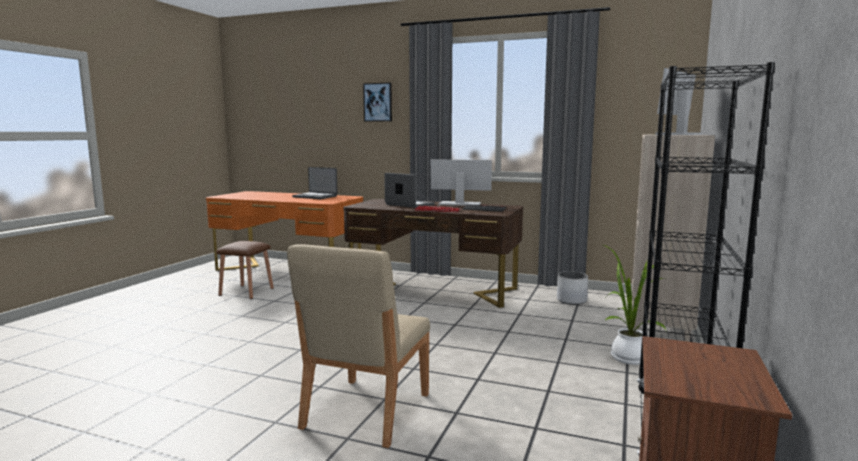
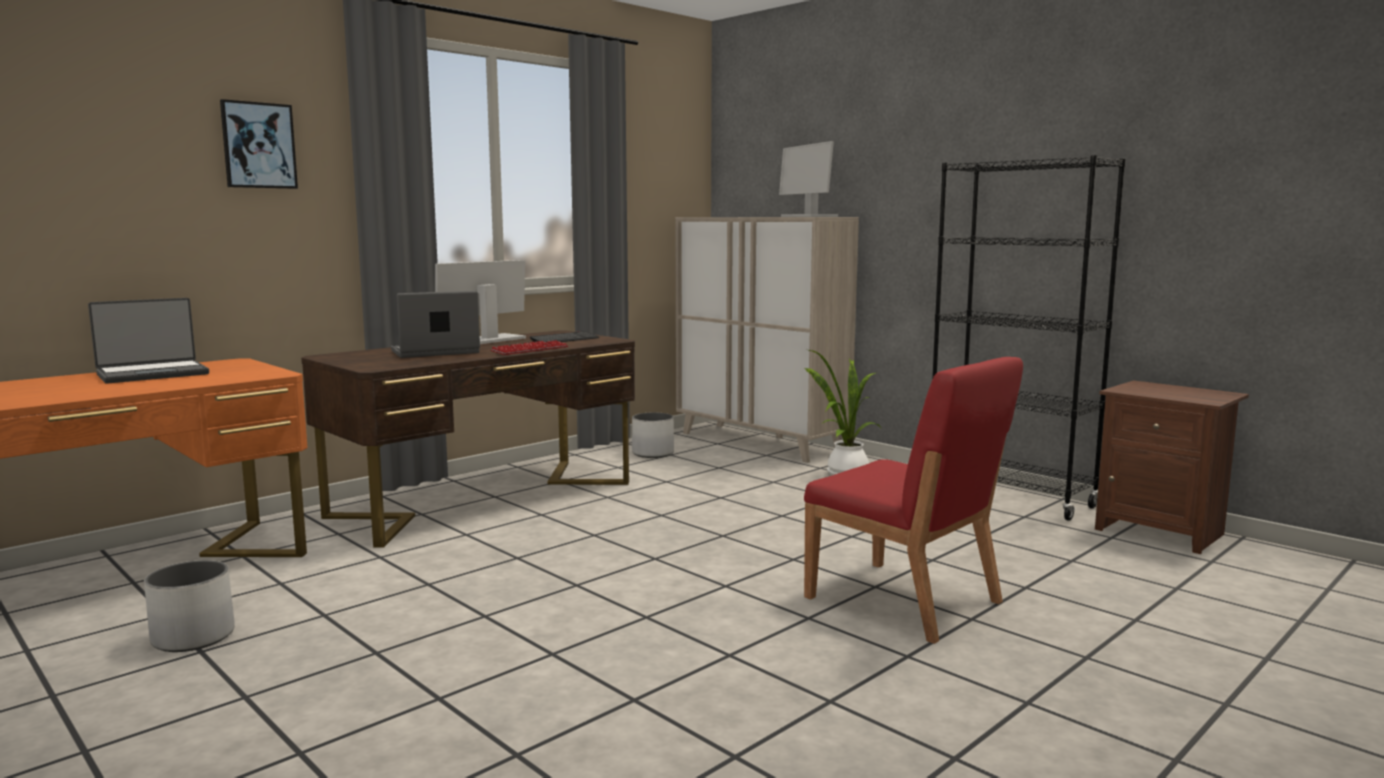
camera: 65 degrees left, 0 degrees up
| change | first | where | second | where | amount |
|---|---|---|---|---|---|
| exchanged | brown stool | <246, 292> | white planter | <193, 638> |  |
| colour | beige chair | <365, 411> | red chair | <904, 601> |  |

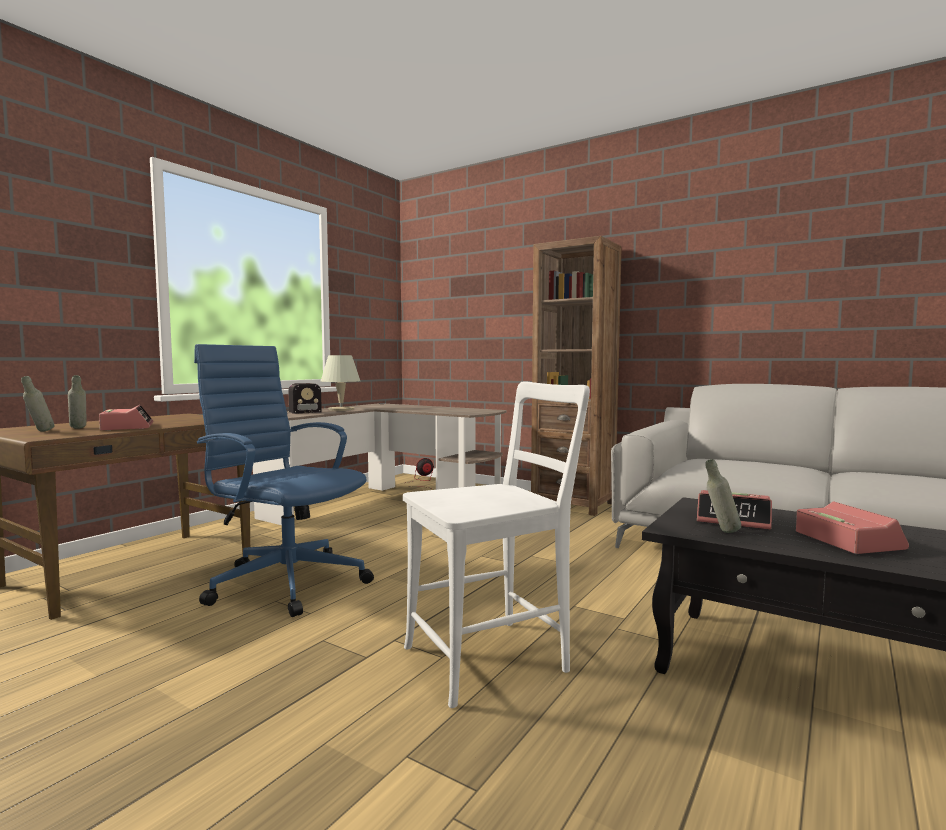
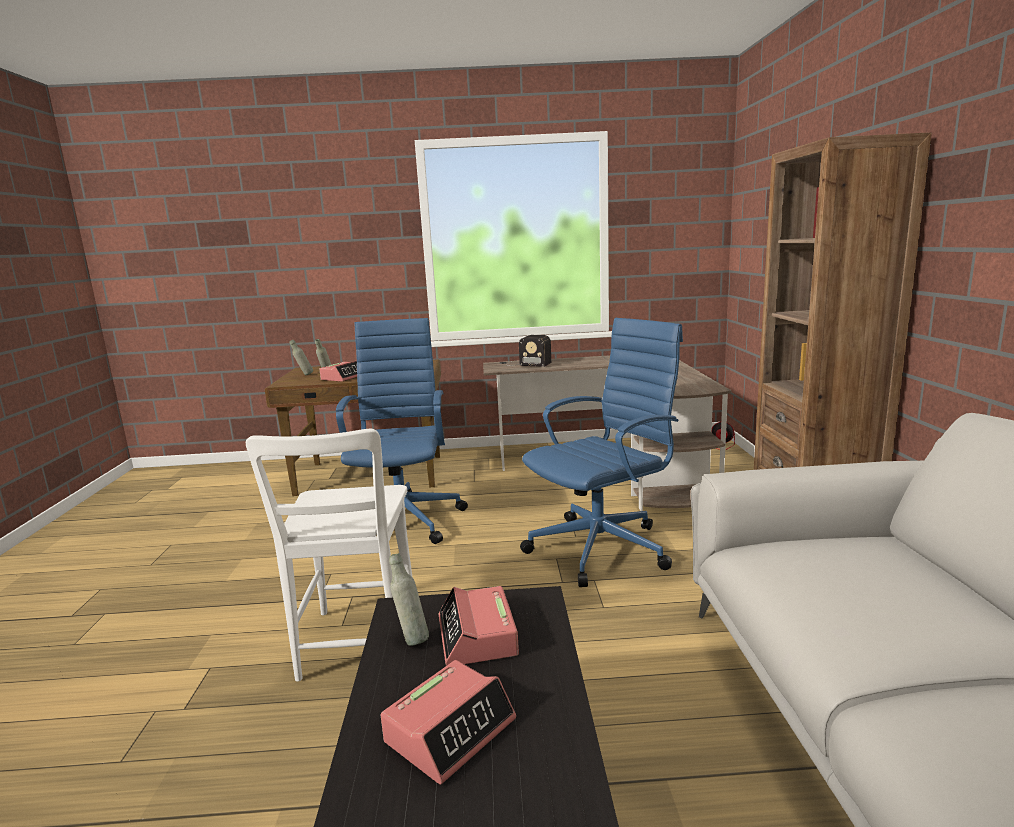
camera: 55 degrees right, 10 degrees up
| change | first | where | second | where | amount |
|---|---|---|---|---|---|
| missing | beige table lamp | <341, 409> |  |  |  |
| spun | white chair | <493, 657> |  | <358, 646> | 60 degrees clockwise |
| appeared |  |  | blue office chair | <603, 547> |  |

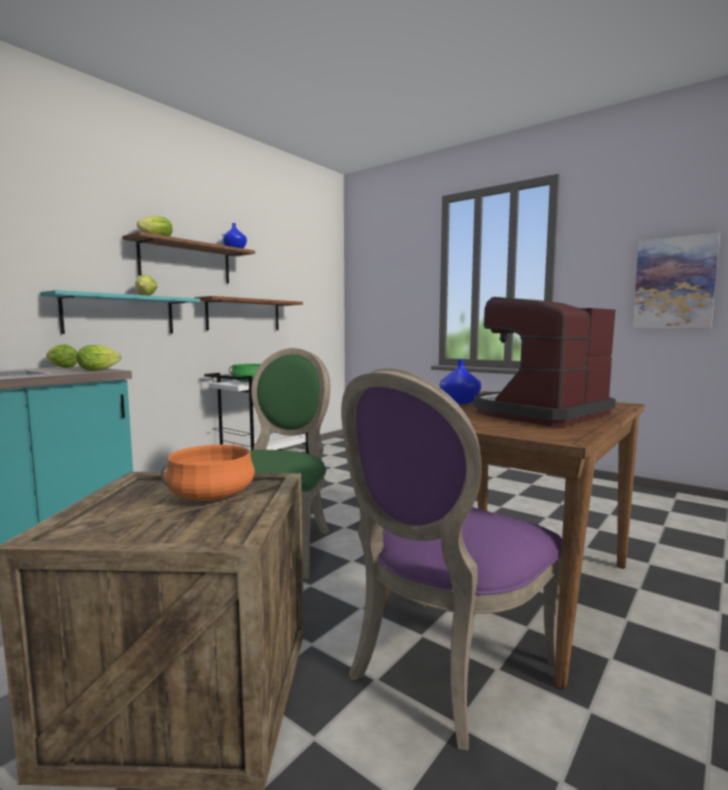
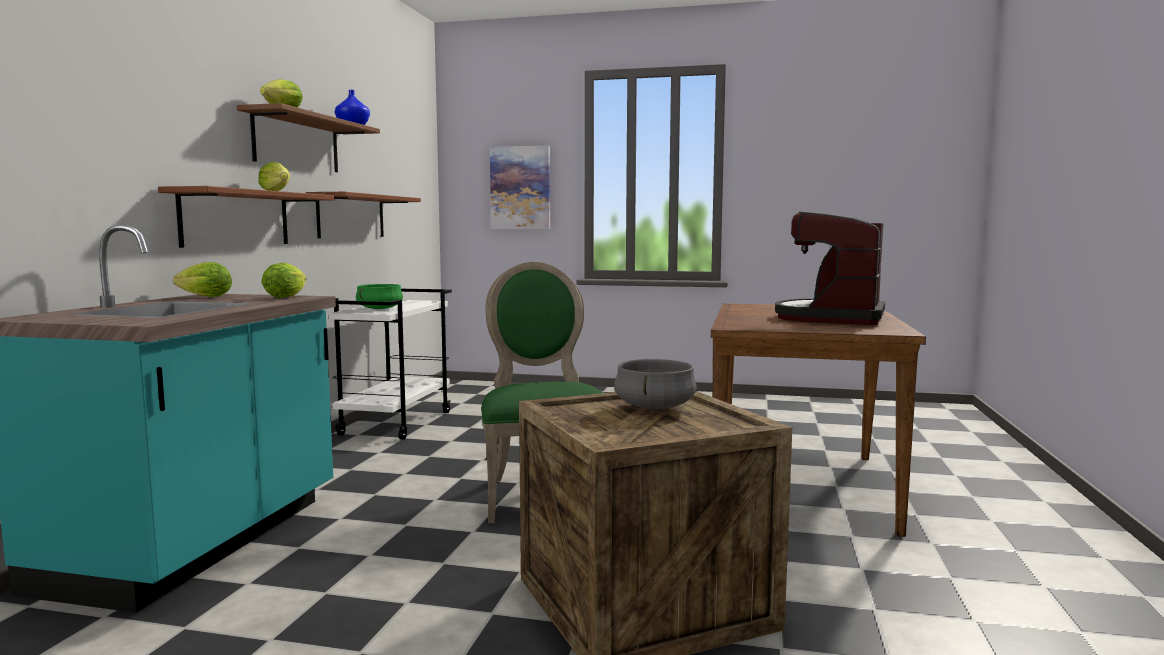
camera: 25 degrees left, 0 degrees up
| change | first | where | second | where | amount |
|---|---|---|---|---|---|
| colour | turquoise shelf | <120, 315> | brown shelf | <236, 218> |  |
| colour | orange cooking pot | <211, 496> | grey cooking pot | <654, 407> |  |
| missing | purple chair | <442, 669> |  |  |  |
| missing | blue vase | <460, 402> |  |  |  |
| relocated | picture | <674, 283> |  | <520, 188> |  |

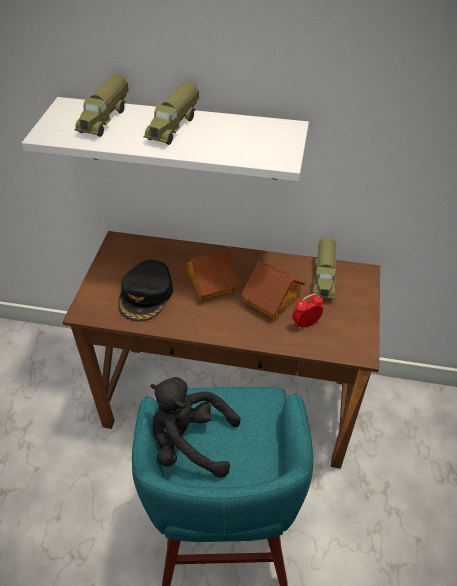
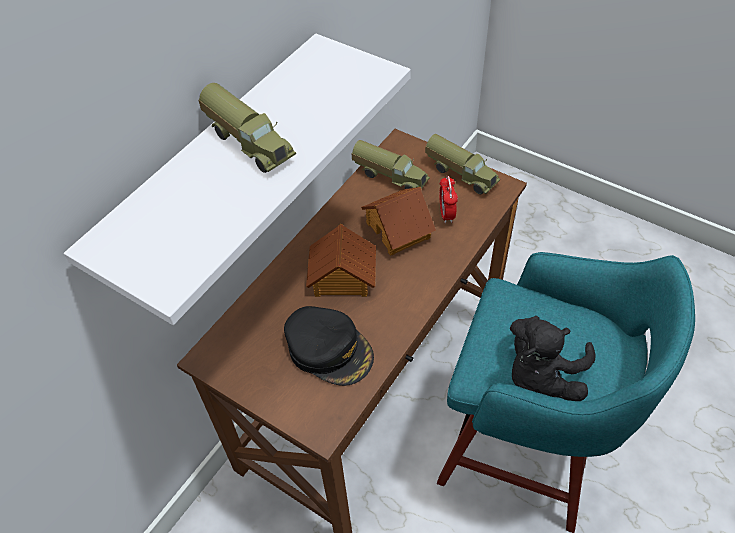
camera: 65 degrees left, 5 degrees up
| change | first | where | second | where | amount |
|---|---|---|---|---|---|
| relocated | toy truck | <105, 119> |  | <461, 174> |  |

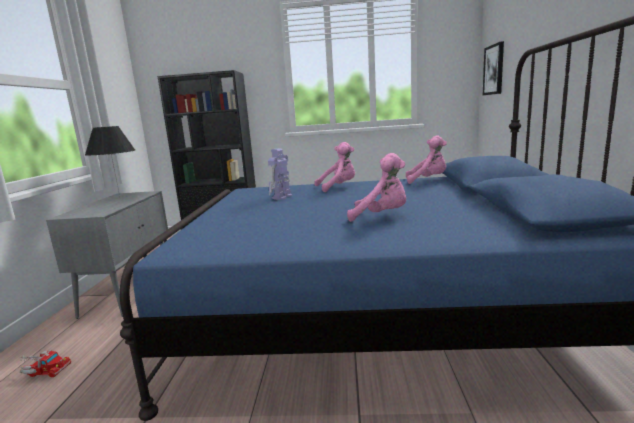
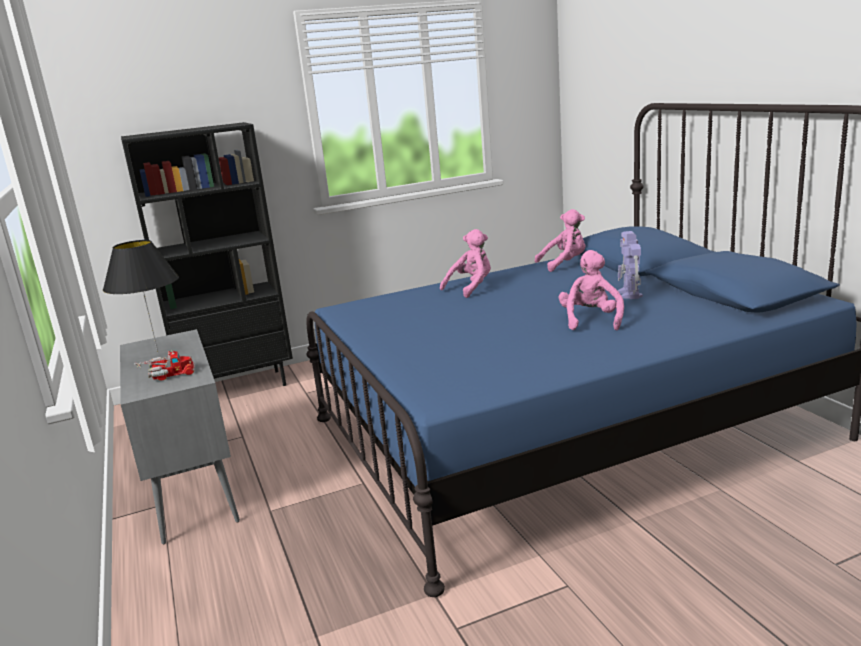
camera: 25 degrees left, 5 degrees up
| change | first | where | second | where | amount |
|---|---|---|---|---|---|
| relocated | toy truck | <44, 369> |  | <167, 375> |  |
| relocated | toy robot | <281, 197> |  | <630, 294> |  |
| spun | pink plush toy | <381, 216> |  | <591, 320> | 75 degrees counterclockwise |
| missing | picture | <494, 70> |  |  |  |

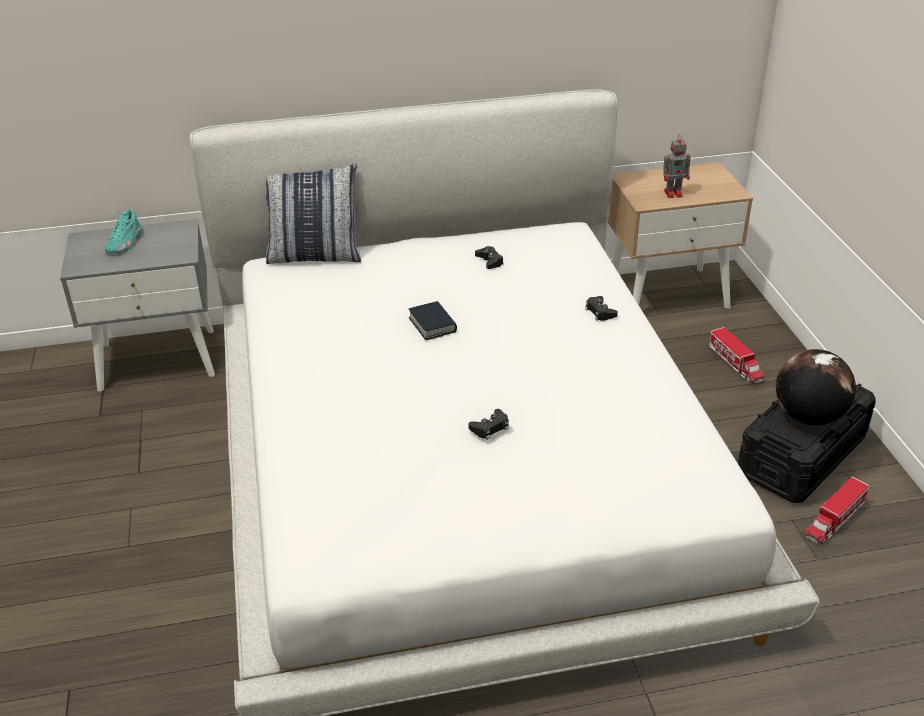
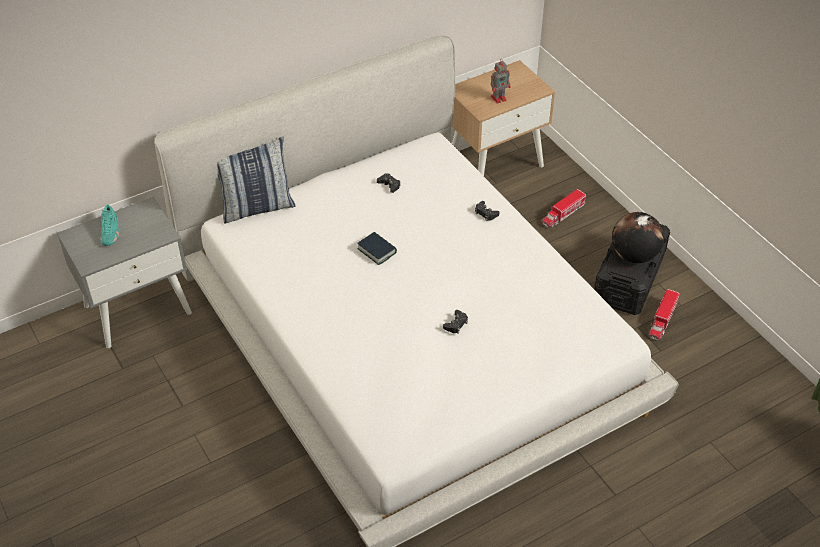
camera: 20 degrees left, 10 degrees up
| change | first | where | second | where | amount |
|---|---|---|---|---|---|
| spun | toy truck | <735, 363> |  | <563, 214> | 90 degrees clockwise |

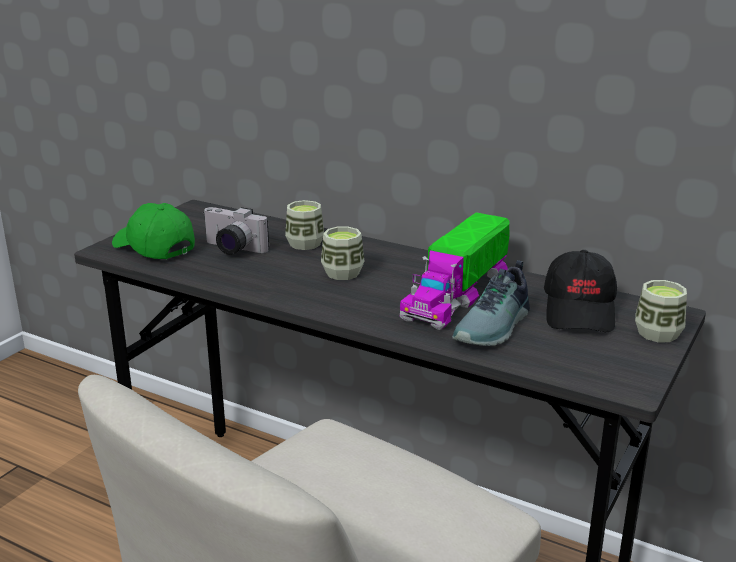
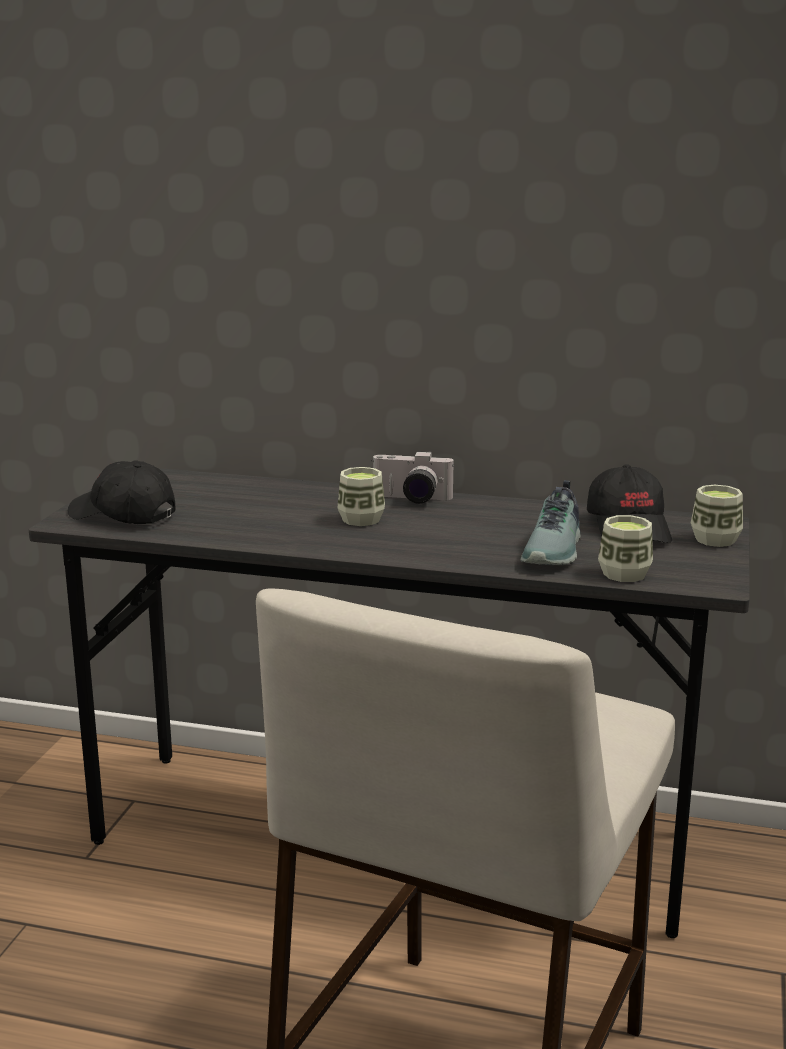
camera: 15 degrees left, 5 degrees down
| change | first | where | second | where | amount |
|---|---|---|---|---|---|
| colour | green cap | <153, 247> | black cap | <122, 515> |  |
| relocated | photo camera | <231, 249> |  | <411, 500> |  |
| relocated | cup | <305, 244> |  | <624, 574> |  |
| missing | toy truck | <457, 294> |  |  |  |

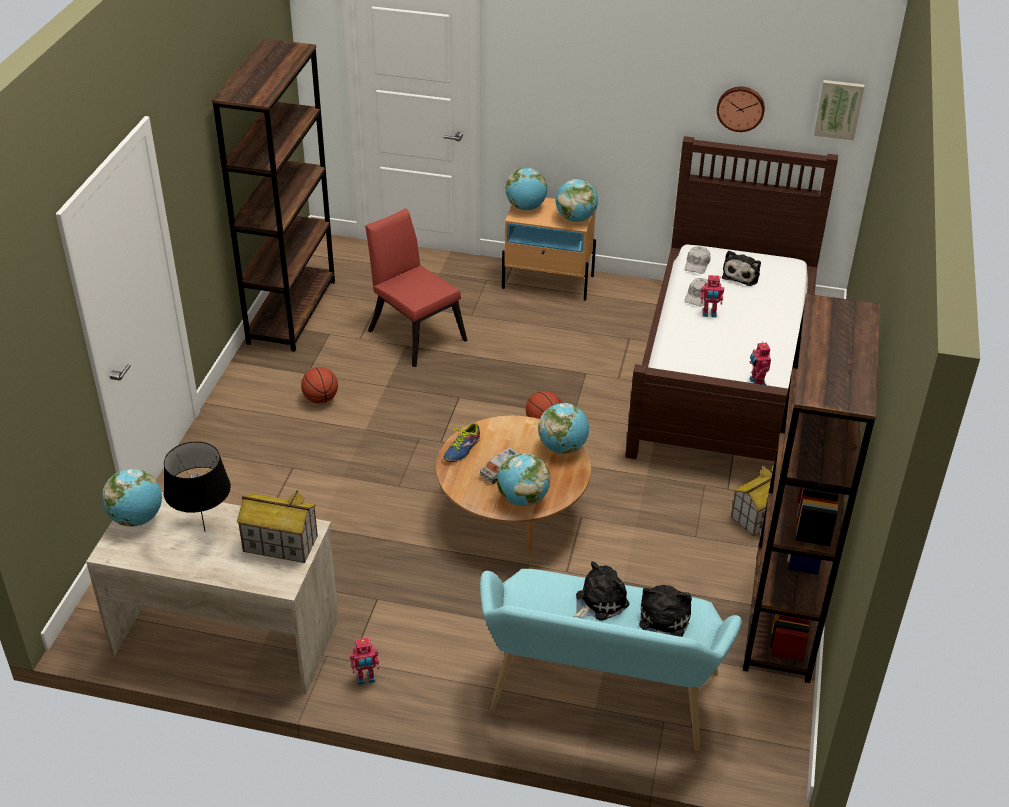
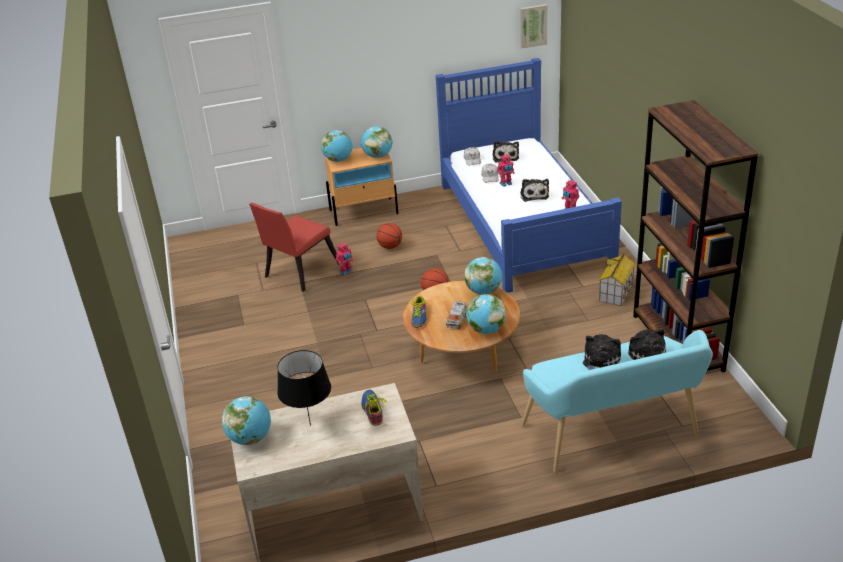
camera: 25 degrees left, 5 degrees down
| change | first | where | second | where | amount |
|---|---|---|---|---|---|
| missing | brown bookcase | <292, 311> |  |  |  |
| exchanged | toy house | <279, 544> | shoe | <372, 410> |  |
| relocated | basketball | <320, 399> |  | <390, 246> |  |
| relocated | toy robot | <366, 679> |  | <346, 271> |  |
| spun | red chair | <414, 332> |  | <299, 272> | 75 degrees counterclockwise |
| colour | brown bed | <724, 373> | blue bed | <522, 224> |  |
| missing | wall clock | <740, 108> |  |  |  |
| appeared |  |  | plush toy | <534, 195> |  |

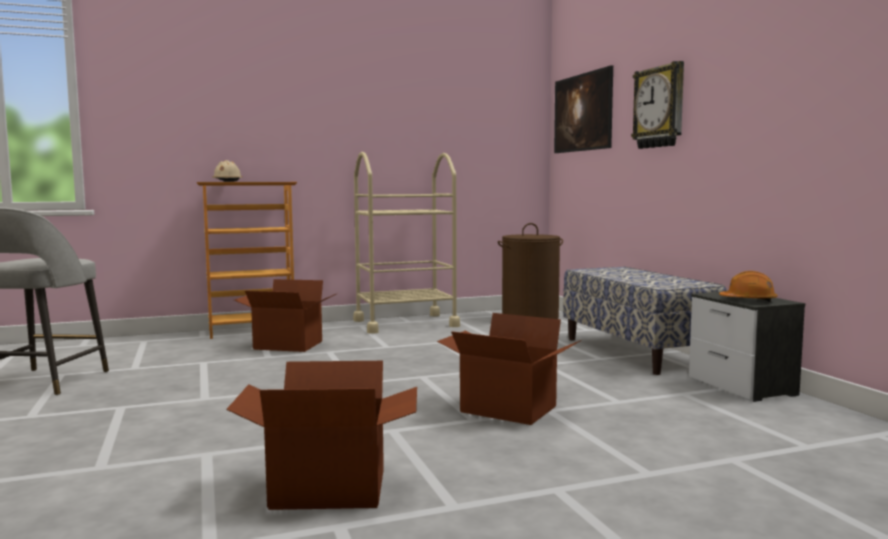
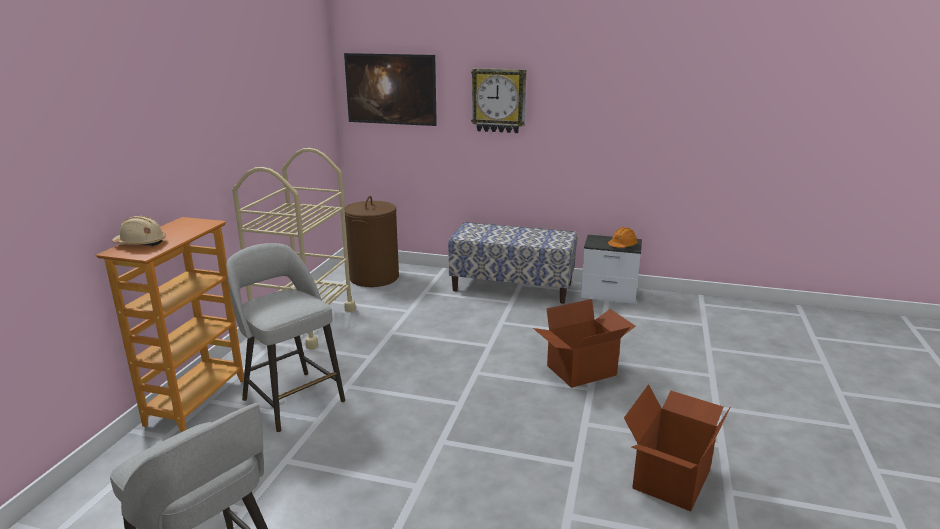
camera: 55 degrees left, 15 degrees up
| change | first | where | second | where | amount |
|---|---|---|---|---|---|
| exchanged | cardboard box | <287, 345> | grey stool | <292, 399> |  |

